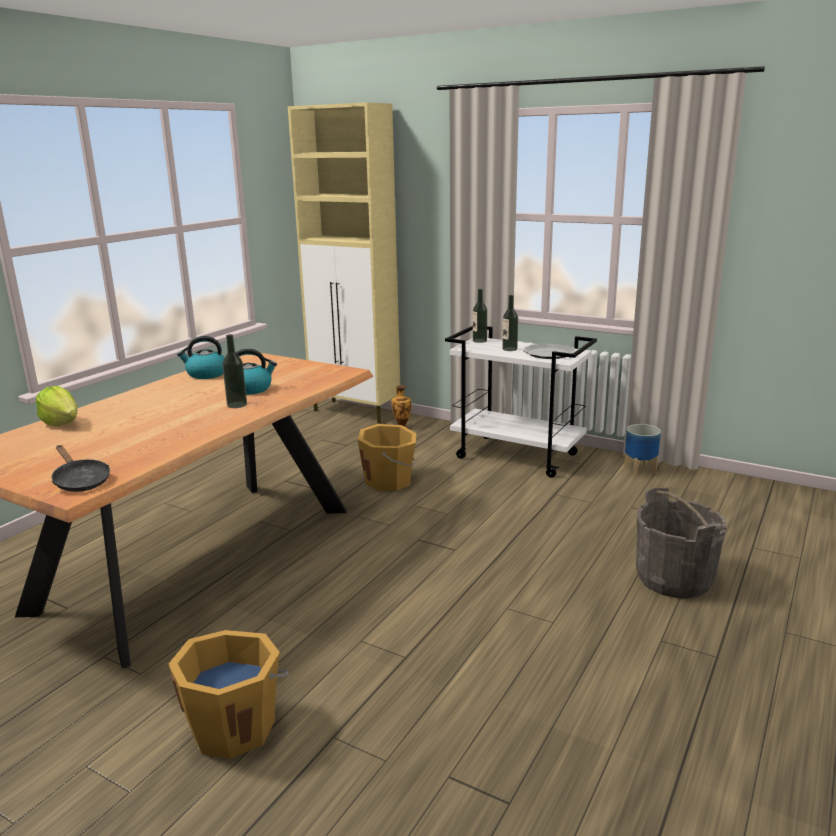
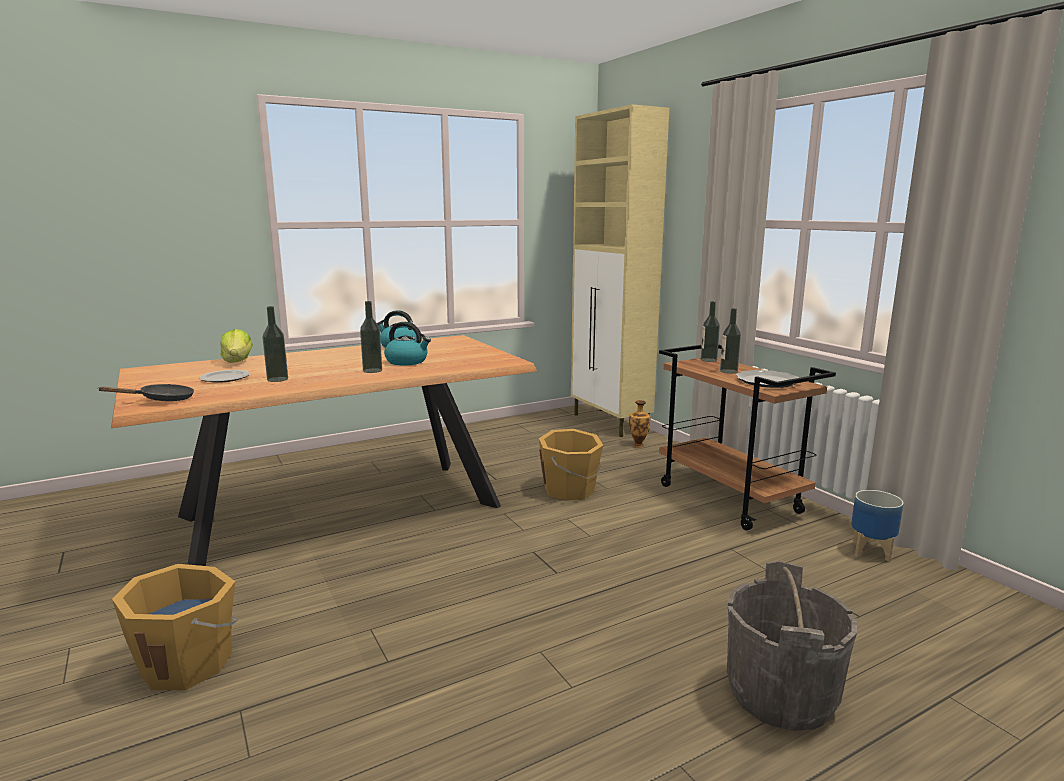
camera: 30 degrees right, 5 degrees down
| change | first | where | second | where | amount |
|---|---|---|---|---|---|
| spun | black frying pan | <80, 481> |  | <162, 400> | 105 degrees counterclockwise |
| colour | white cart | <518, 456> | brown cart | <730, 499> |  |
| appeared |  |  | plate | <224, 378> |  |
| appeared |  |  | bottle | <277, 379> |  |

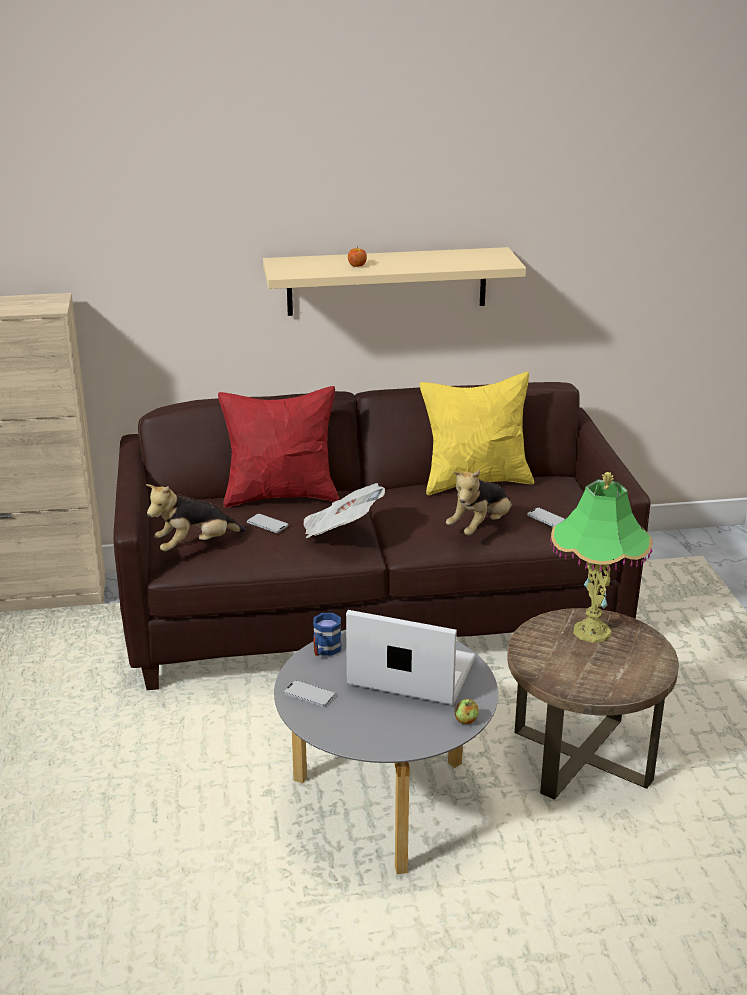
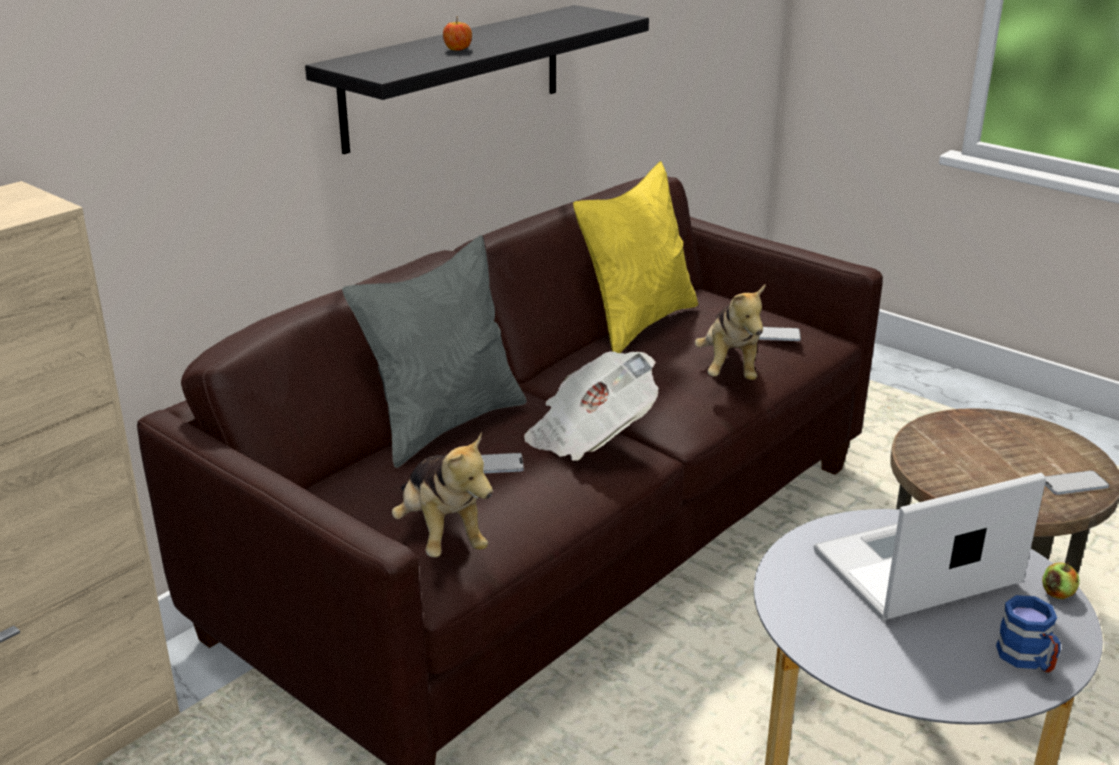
camera: 40 degrees left, 0 degrees up
| change | first | where | second | where | amount |
|---|---|---|---|---|---|
| spun | plush toy | <195, 546> |  | <441, 535> | 45 degrees counterclockwise |
| colour | red pillow | <281, 496> | grey pillow | <444, 424> |  |
| colour | beige shelf | <387, 281> | black shelf | <454, 76> |  |
| relocated | phone | <309, 694> |  | <1074, 484> |  |
| relocated | blue mug | <324, 651> |  | <1027, 660> |  |
| missing | table lamp | <592, 632> |  |  |  |

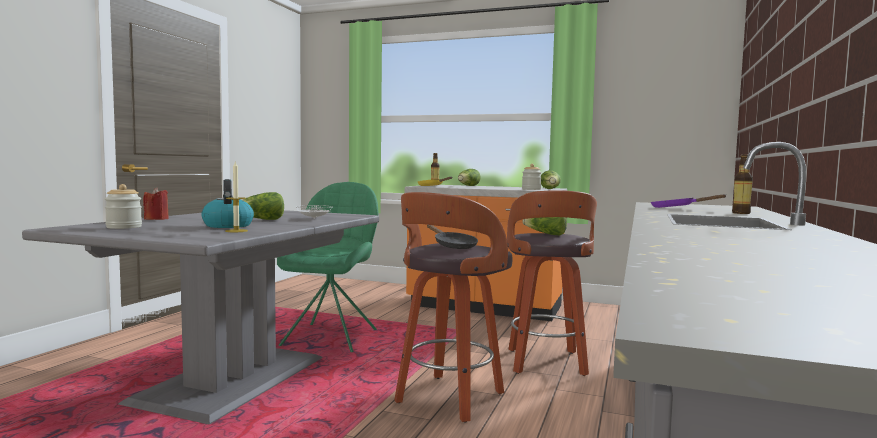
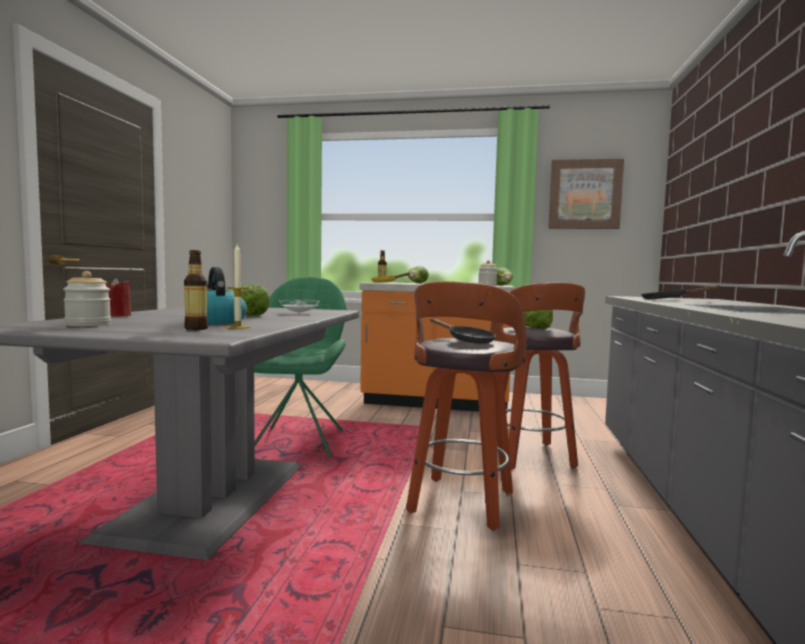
camera: 10 degrees left, 0 degrees up
| change | first | where | second | where | amount |
|---|---|---|---|---|---|
| colour | purple frying pan | <677, 208> | black frying pan | <668, 300> |  |
| relocated | bottle | <741, 213> |  | <196, 329> |  |
| appeared |  |  | picture | <584, 194> |  |

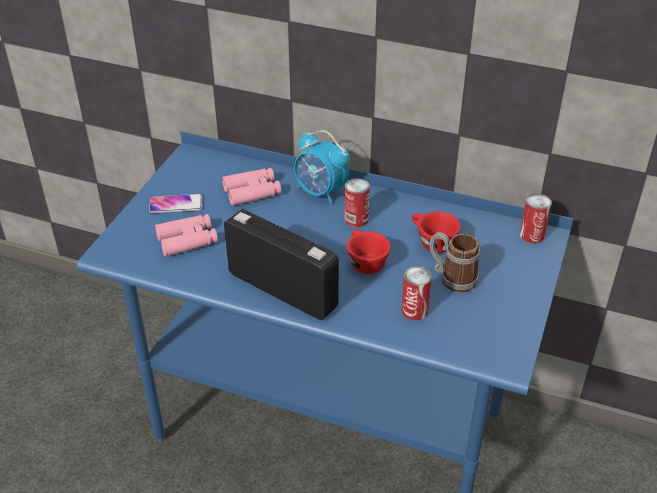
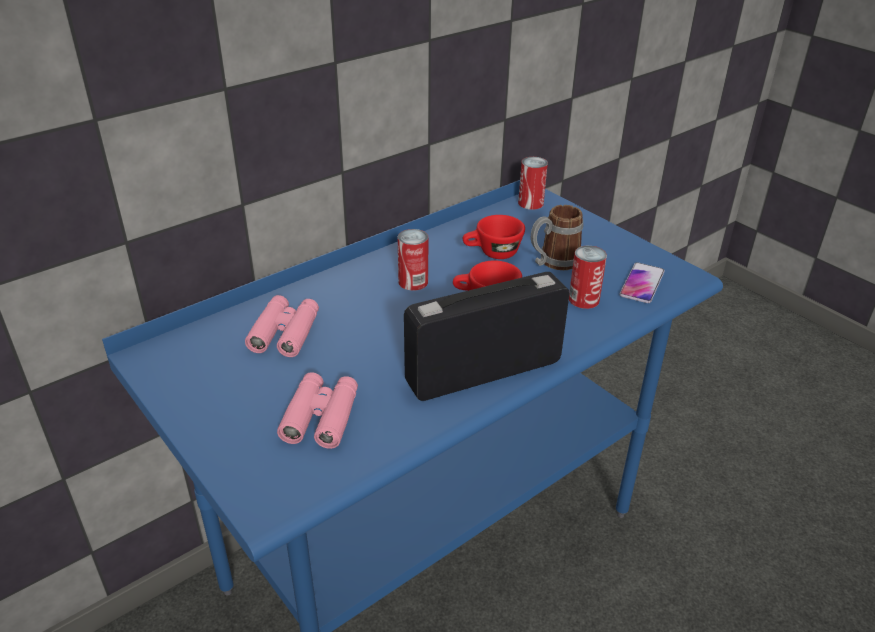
camera: 60 degrees left, 5 degrees down
| change | first | where | second | where | amount |
|---|---|---|---|---|---|
| relocated | phone | <176, 204> |  | <642, 284> |  |
| missing | alarm clock | <321, 192> |  |  |  |

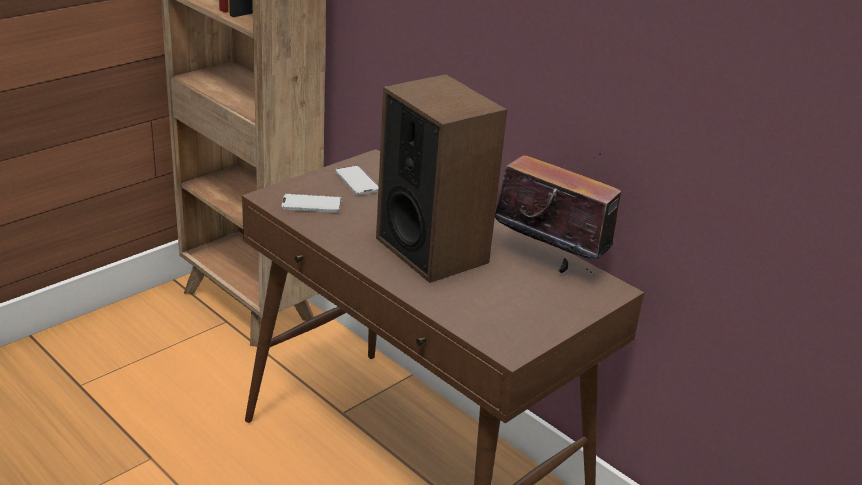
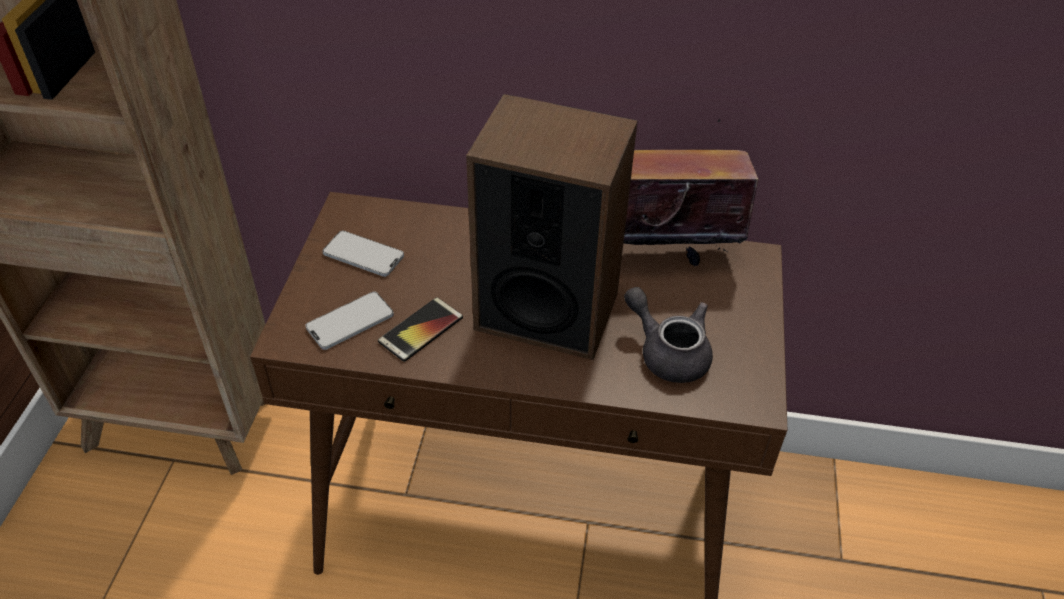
camera: 35 degrees left, 15 degrees up
| change | first | where | second | where | amount |
|---|---|---|---|---|---|
| appeared |  |  | phone | <421, 330> |  |
| appeared |  |  | grey teapot | <668, 352> |  |

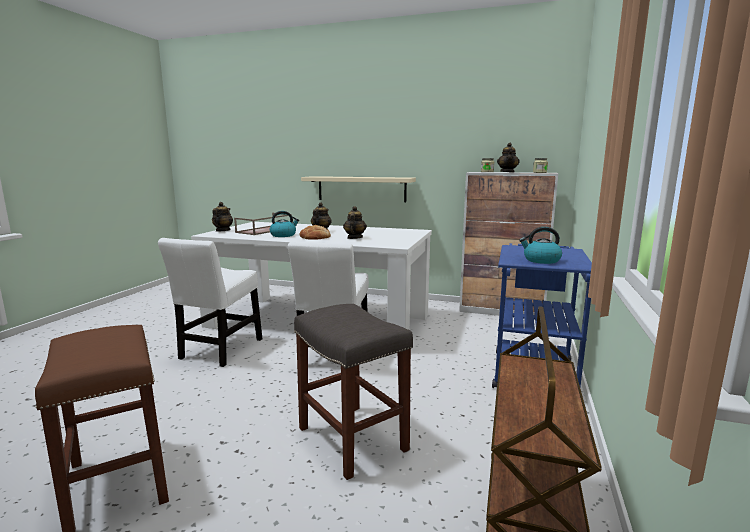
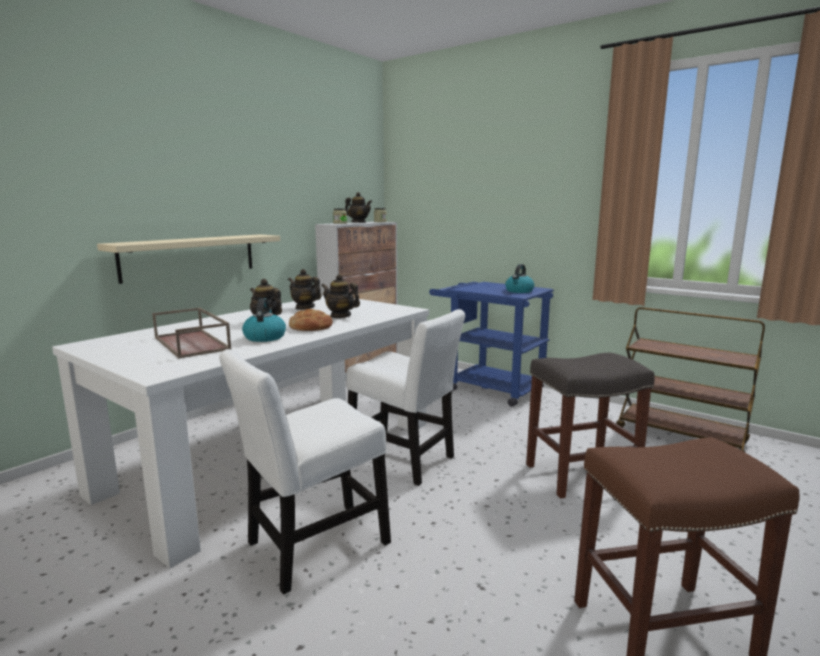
camera: 70 degrees left, 0 degrees up
| change | first | where | second | where | amount |
|---|---|---|---|---|---|
| spun | white chair | <220, 350> |  | <312, 547> | 105 degrees clockwise |
| relocated | teapot | <222, 230> |  | <305, 307> |  |

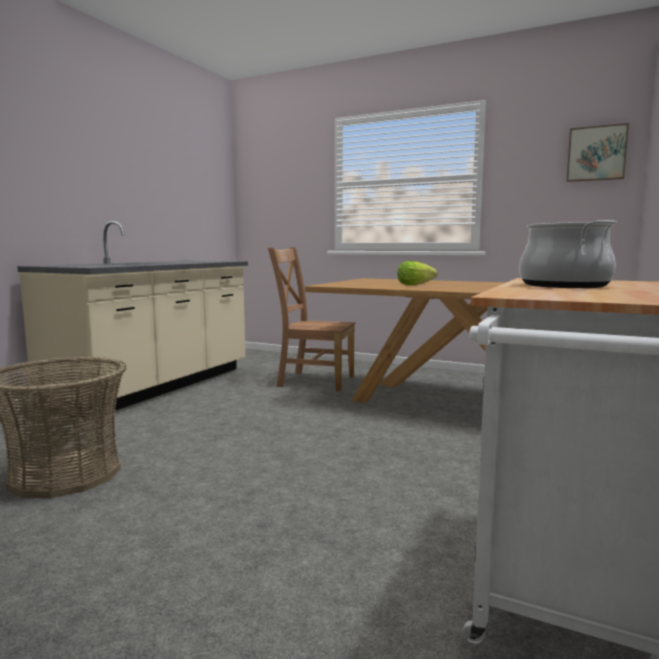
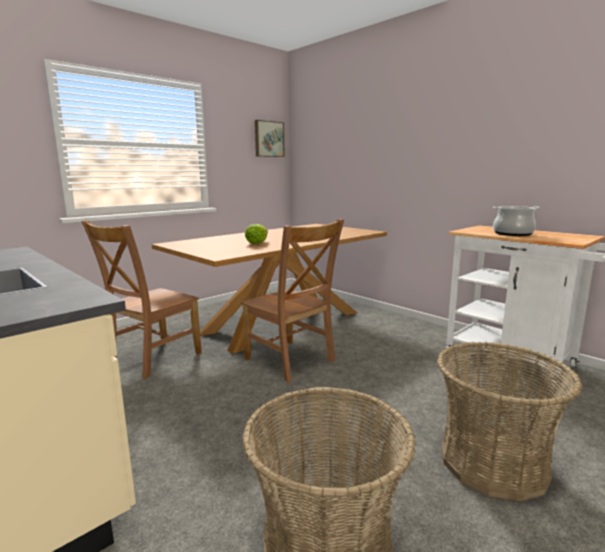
camera: 70 degrees left, 5 degrees up
| change | first | where | second | where | amount |
|---|---|---|---|---|---|
| appeared |  |  | brown chair | <291, 361> |  |
| appeared |  |  | basket | <493, 462> |  |

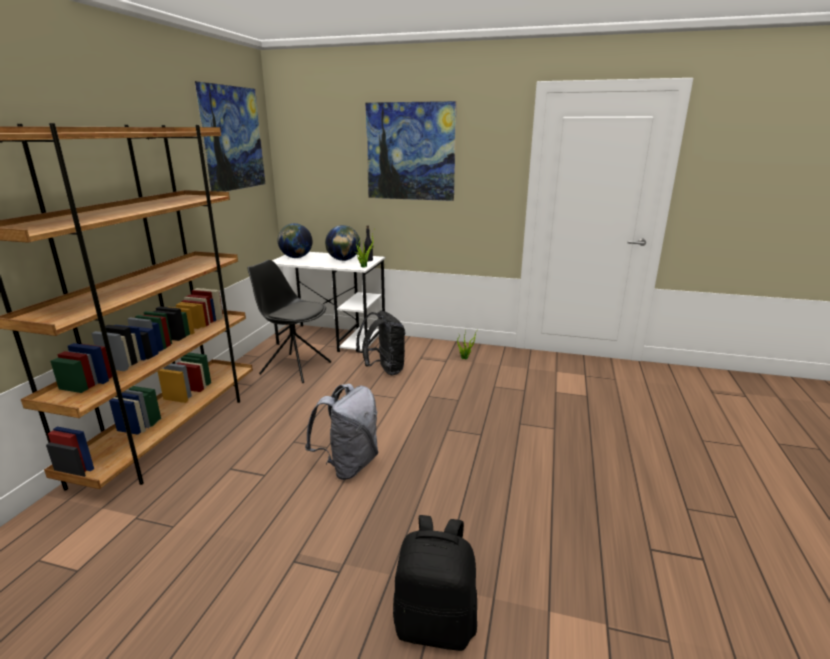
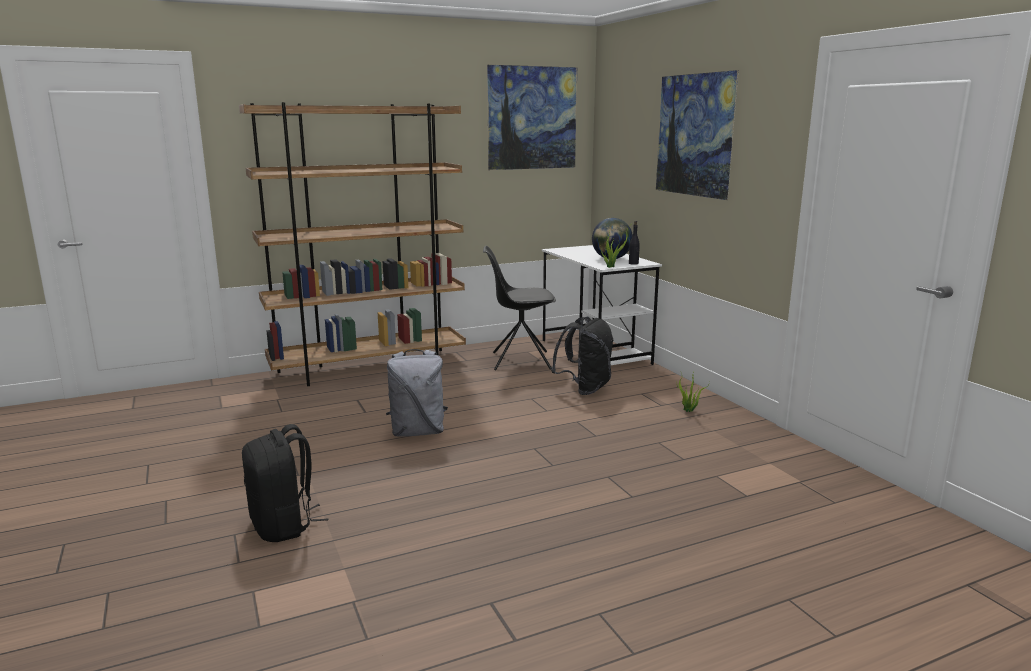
camera: 50 degrees right, 5 degrees down
| change | first | where | second | where | amount |
|---|---|---|---|---|---|
| spun | black chair | <295, 367> |  | <519, 361> | 75 degrees counterclockwise |
| missing | globe | <296, 257> |  |  |  |

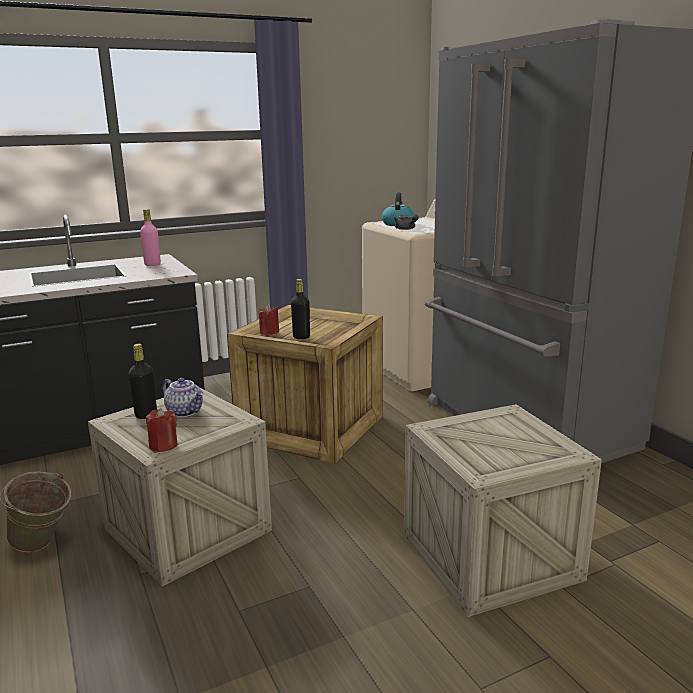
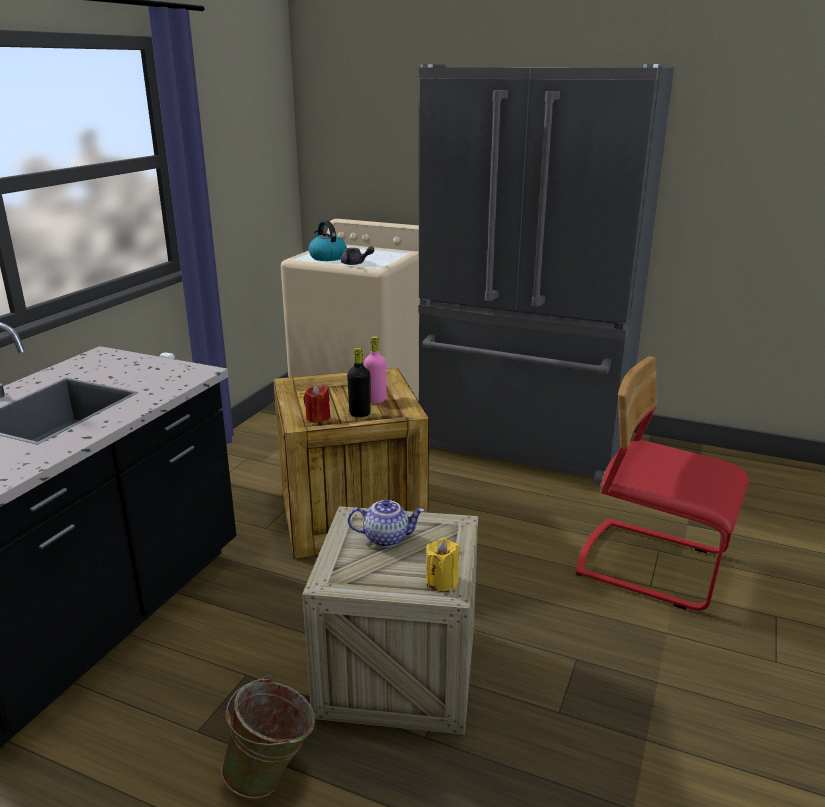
camera: 40 degrees left, 5 degrees up
| change | first | where | second | where | amount |
|---|---|---|---|---|---|
| missing | black bottle | <146, 415> |  |  |  |
| relocated | pink bottle | <152, 264> |  | <375, 400> |  |
| colour | red candle | <163, 445> | yellow candle | <442, 581> |  |
| exchanged | crate | <490, 557> | red chair | <652, 564> |  |

